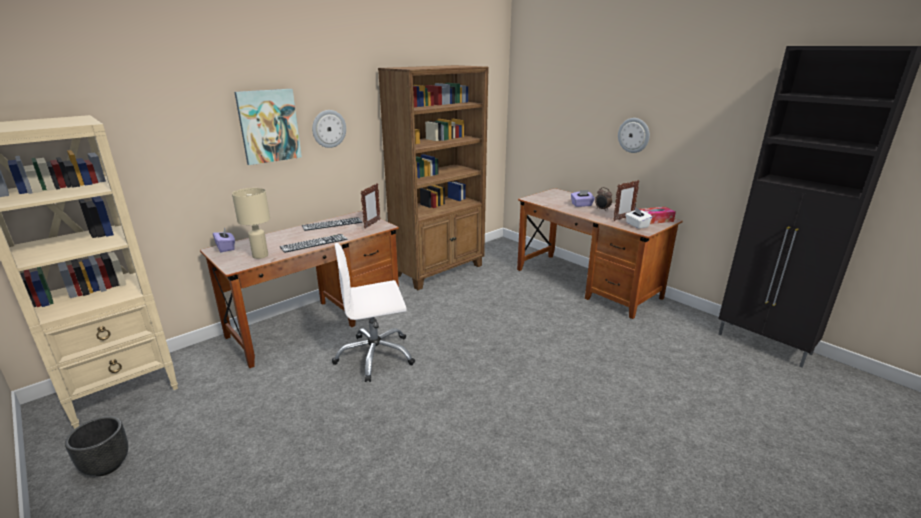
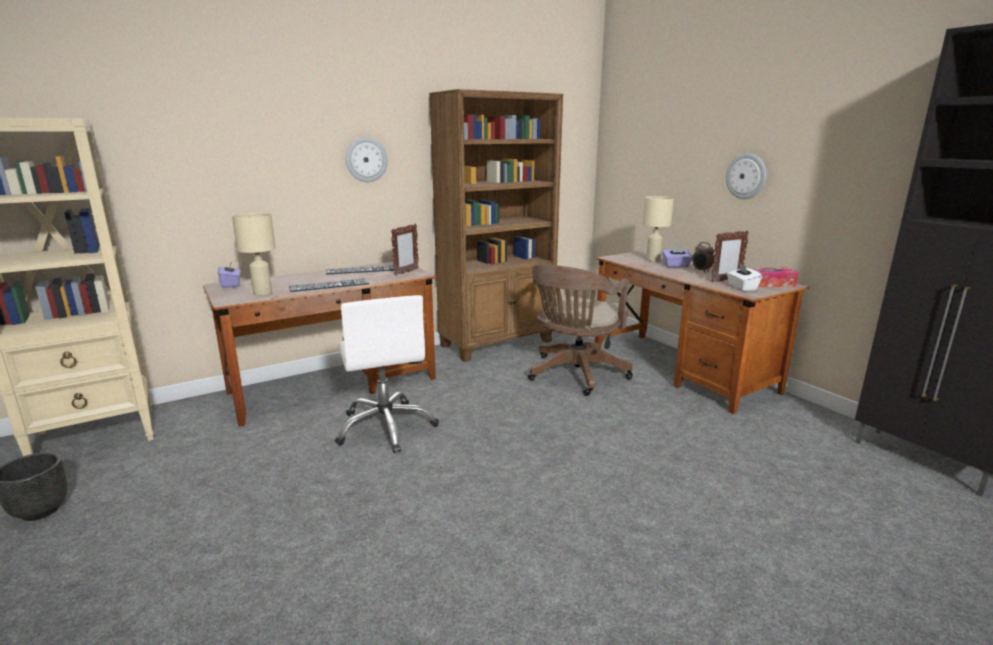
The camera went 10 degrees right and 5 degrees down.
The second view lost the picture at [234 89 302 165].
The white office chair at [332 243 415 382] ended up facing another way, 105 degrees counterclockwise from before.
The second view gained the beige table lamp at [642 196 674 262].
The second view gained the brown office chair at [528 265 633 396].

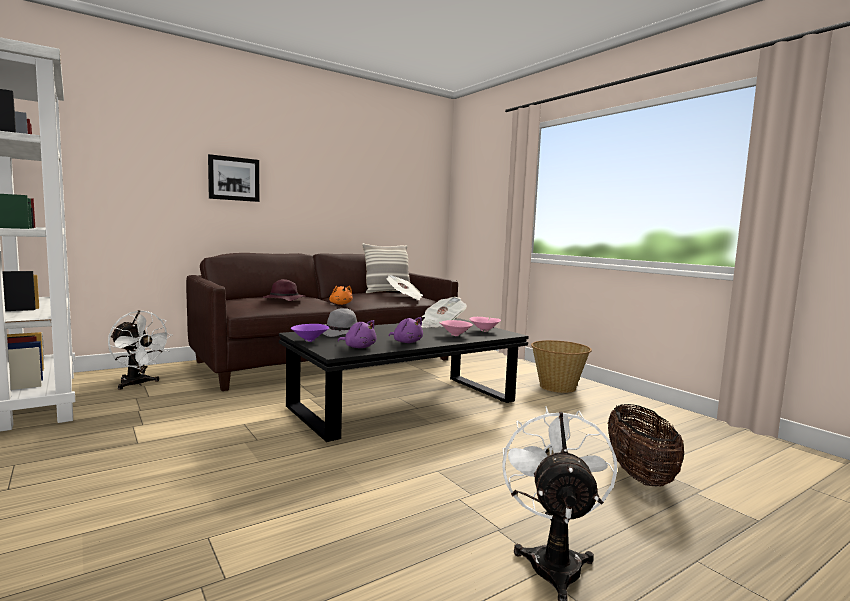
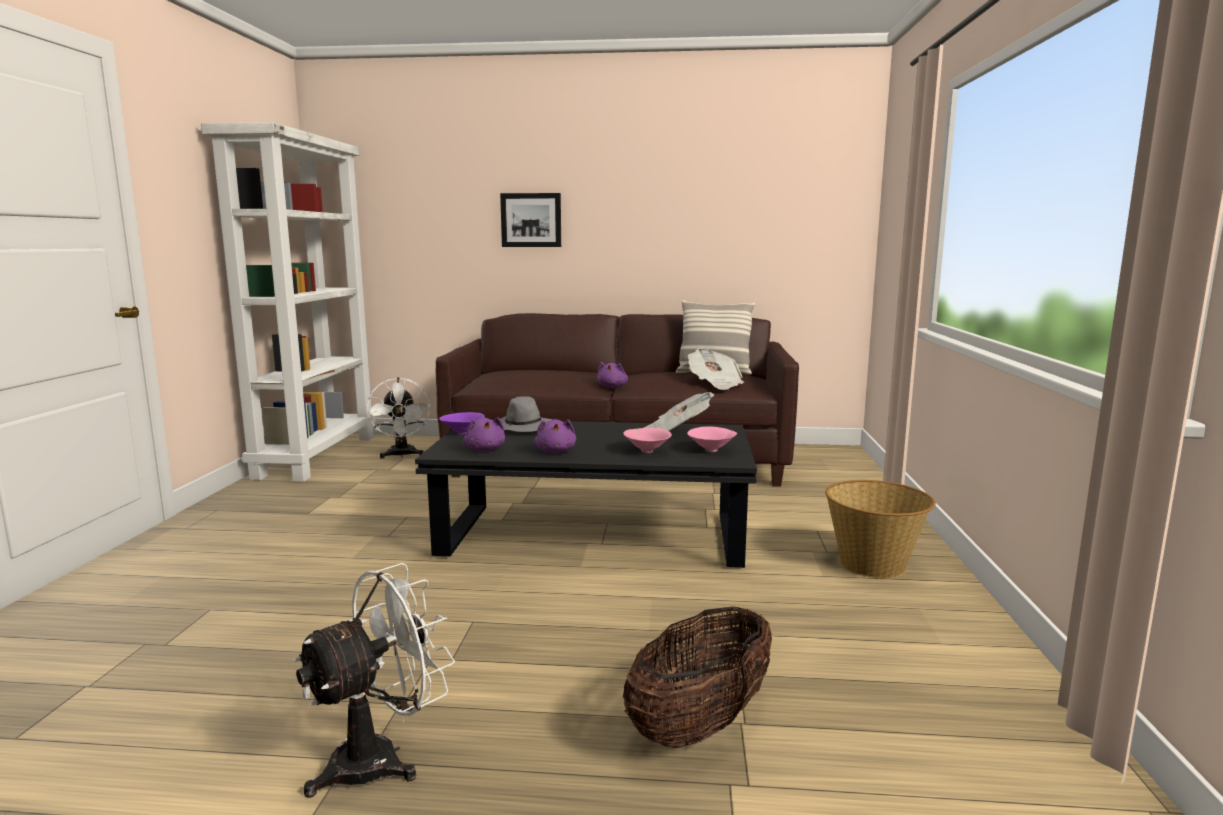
The camera went 40 degrees right and 5 degrees up.
The second view lost the purple hat at [262 279 306 301].
What was the orange plush toy at [329 286 352 305] turned into the purple plush toy at [597 362 628 388].

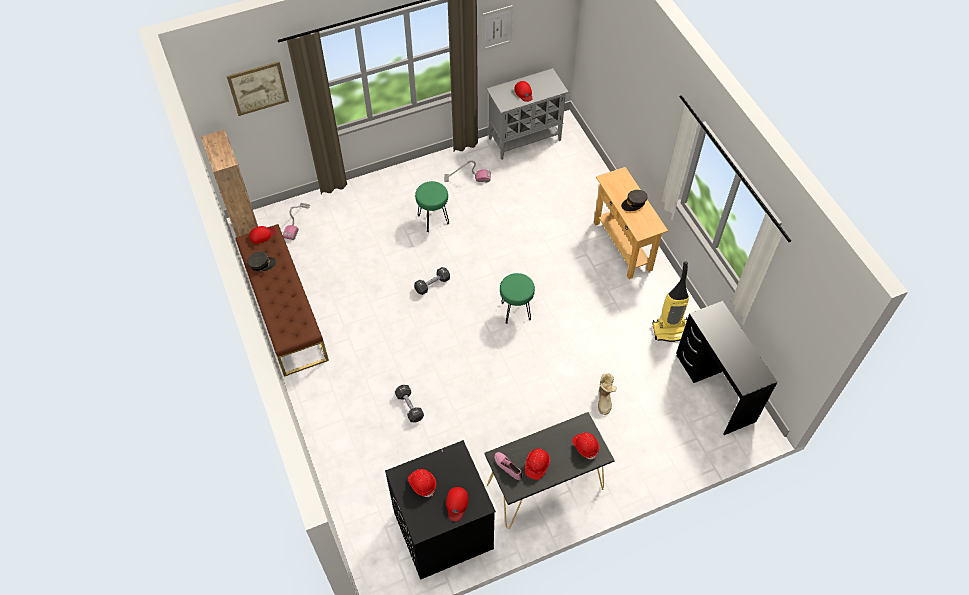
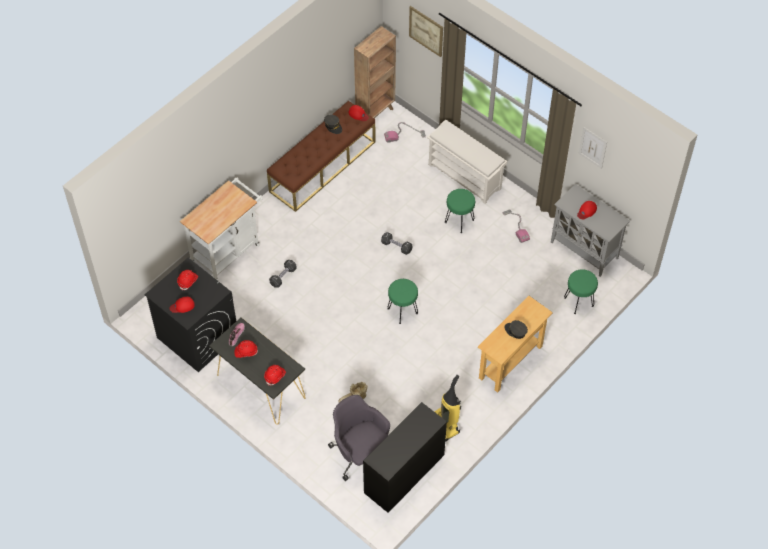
The camera went 65 degrees right and 0 degrees up.
The second view gained the white shoe rack at [427 119 507 204].
The second view gained the white cart at [180 178 263 281].
The second view gained the green stool at [564 269 598 314].
The second view gained the grey office chair at [328 395 390 481].

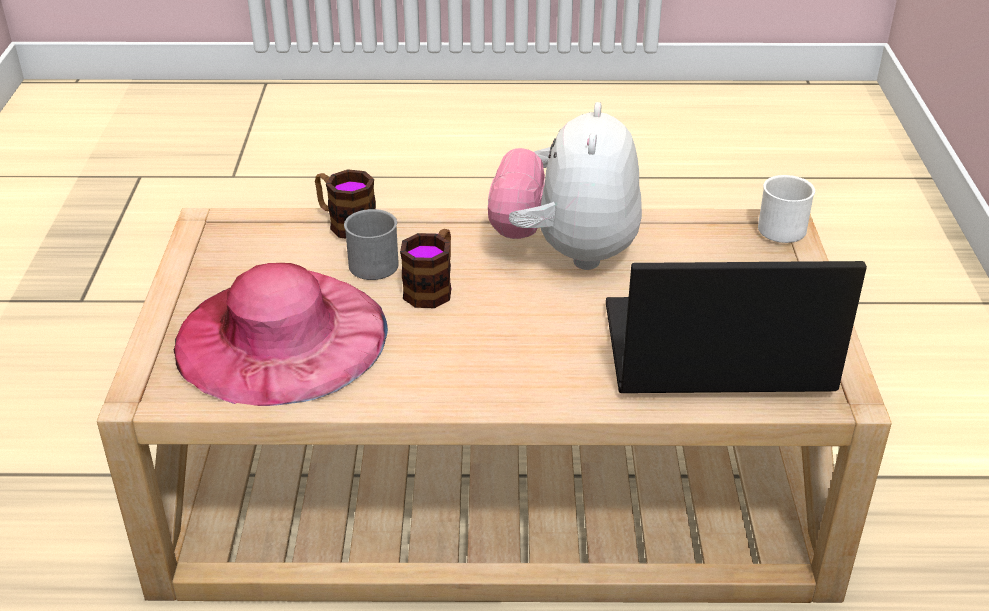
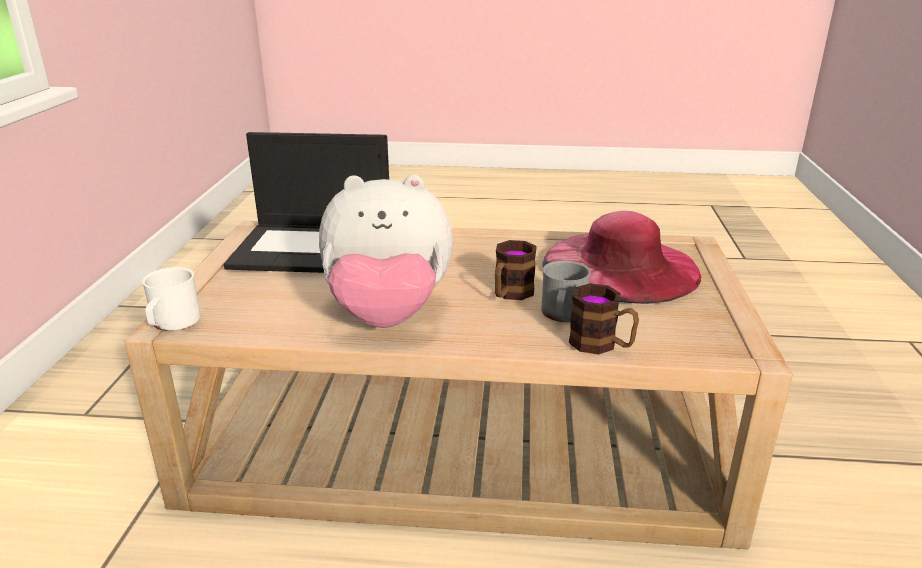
The camera went 175 degrees left and 10 degrees down.
The plush toy at [488 102 642 270] ended up facing another way, 75 degrees clockwise from before.

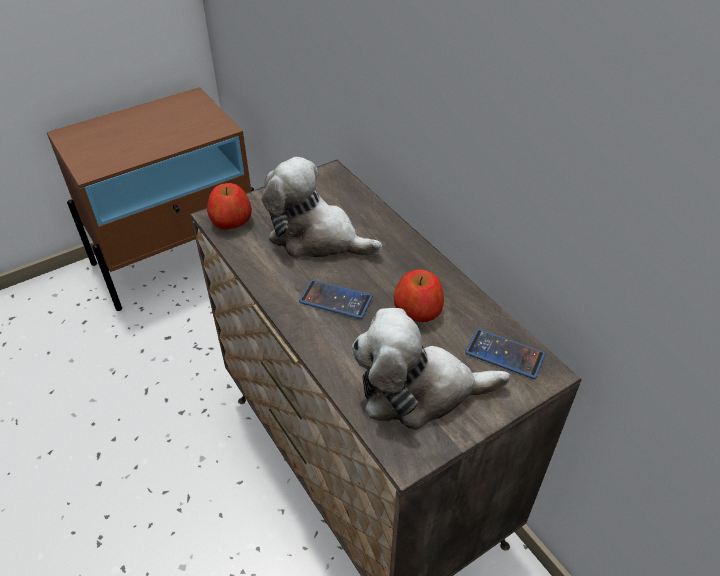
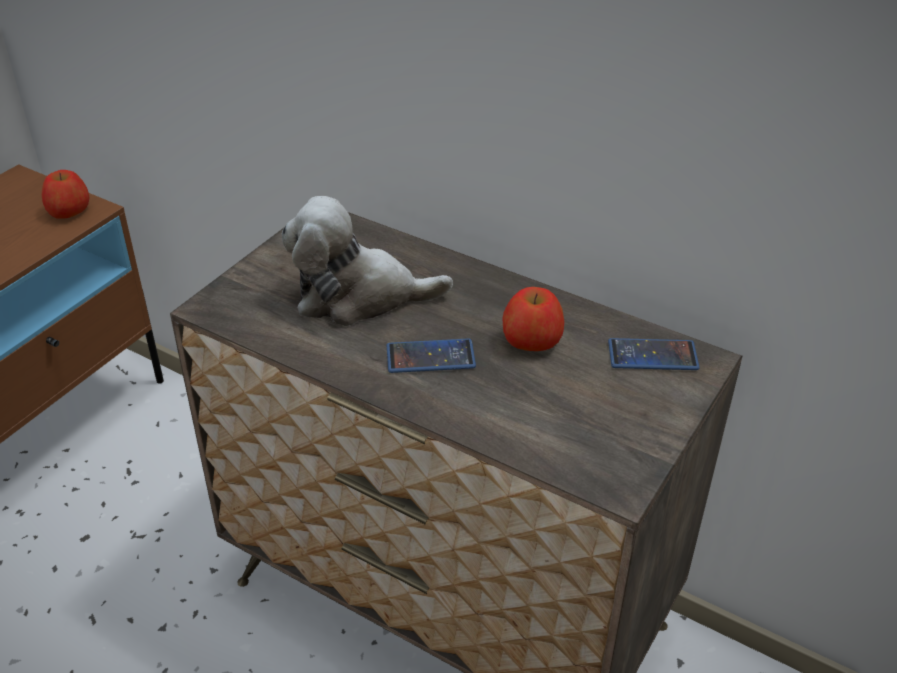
The camera went 25 degrees left and 5 degrees down.
The apple ended up elsewhere, having gone from [207 183 252 230] to [42 170 90 219].
The second view lost the plush toy at [352 308 510 430].

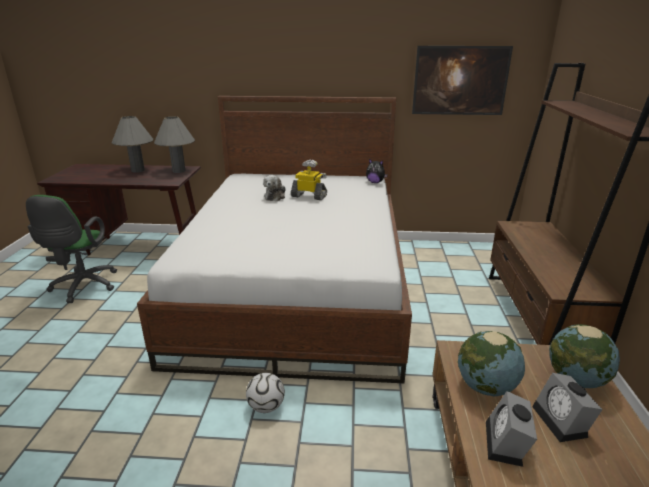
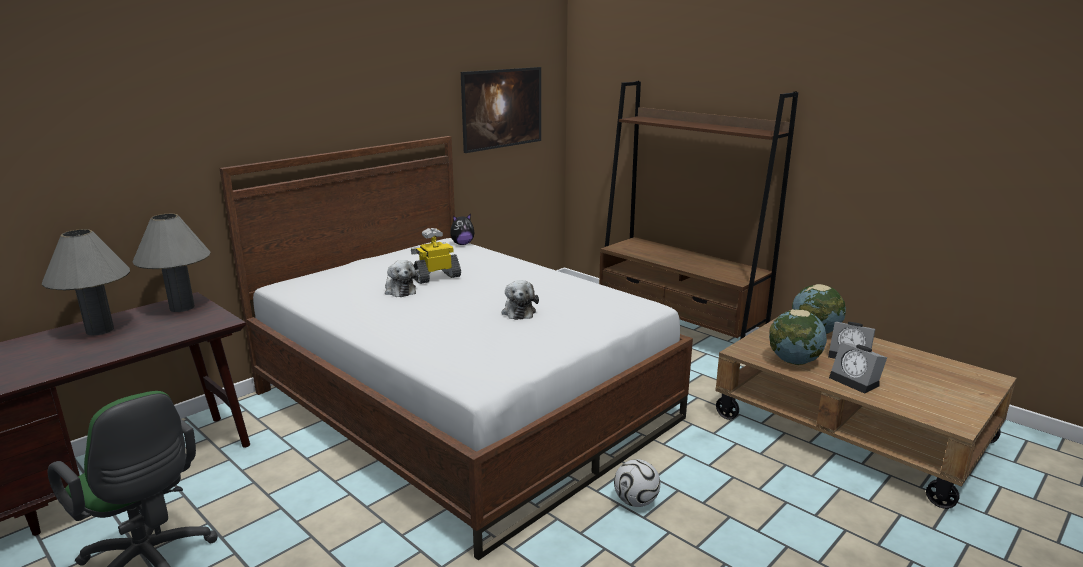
The camera went 50 degrees left and 5 degrees down.
The second view gained the plush toy at [502 280 539 320].

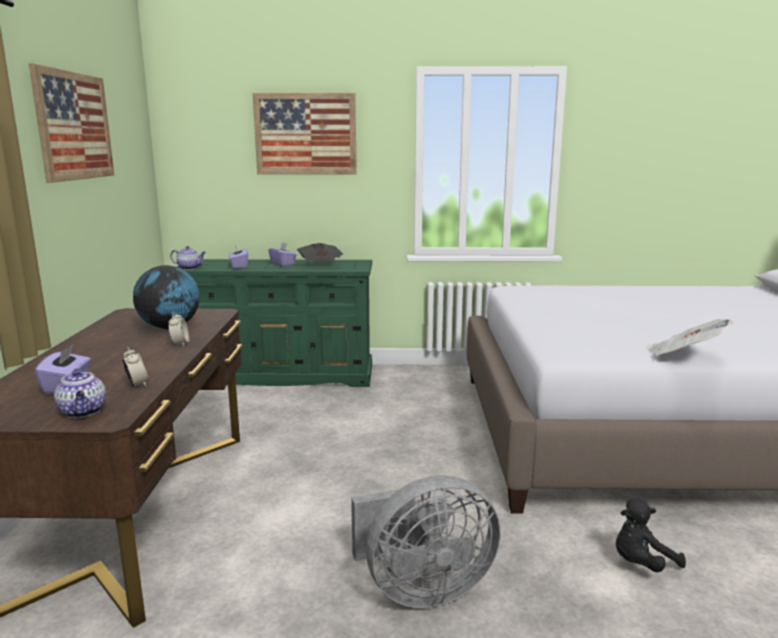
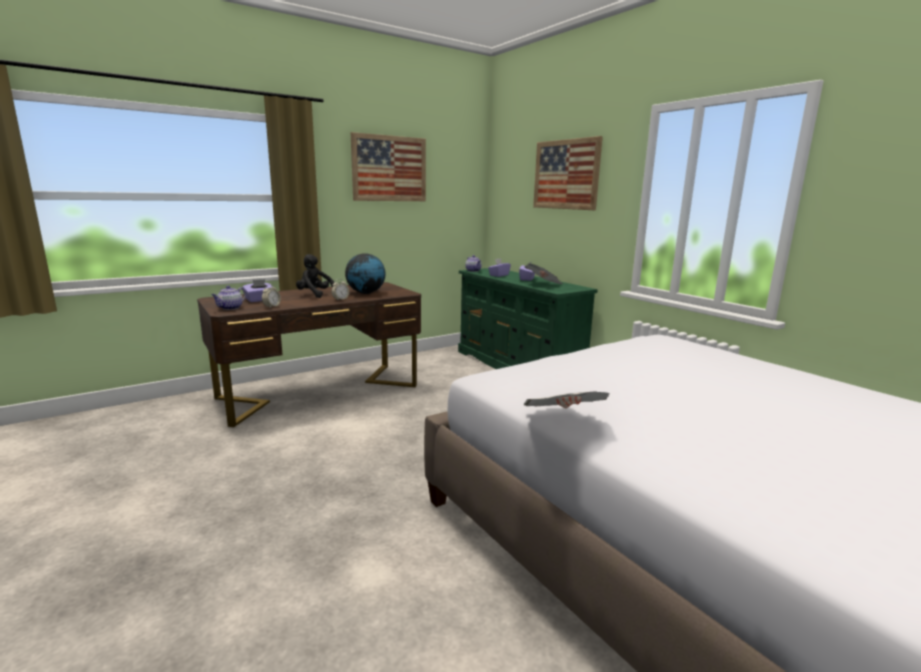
The camera went 55 degrees right and 0 degrees up.
The second view lost the grey fan at [351 475 501 608].
The black plush toy ended up elsewhere, having gone from [616 498 686 572] to [296 254 334 298].

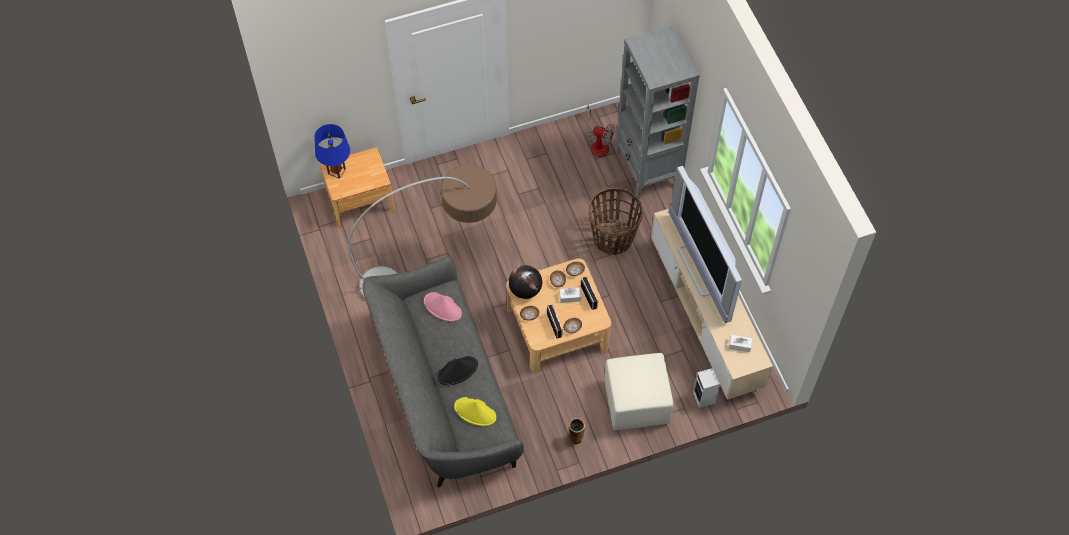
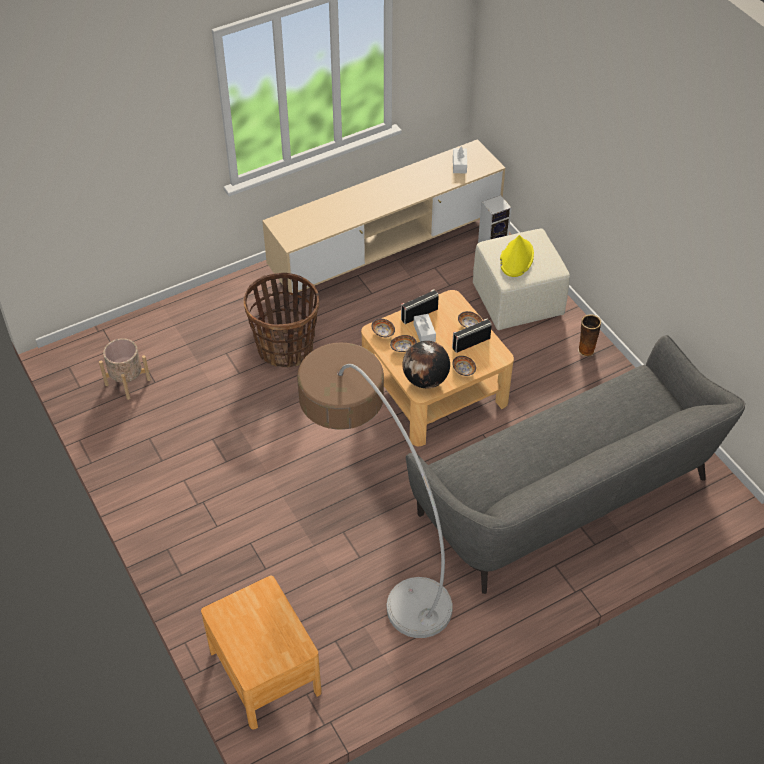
The camera went 100 degrees left and 10 degrees down.
The second view lost the grey bookcase at [616 25 700 198].
Where the fan stood at [585 104 615 157], the beige planter came to stand at [99 338 151 400].
The second view lost the blue table lamp at [314 124 350 179].
The second view lost the television at [669 166 742 323].
The second view lost the pink hat at [424 292 462 322].
The second view lost the black hat at [437 356 478 385].
The yellow hat ended up elsewhere, having gone from [454 397 496 426] to [500 235 534 277].

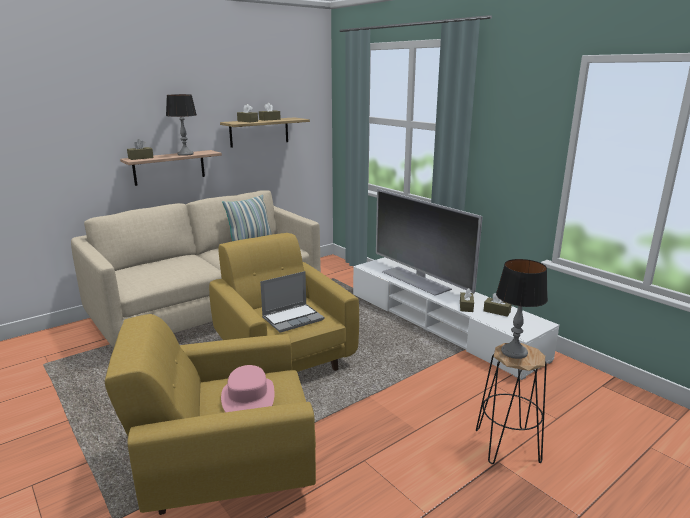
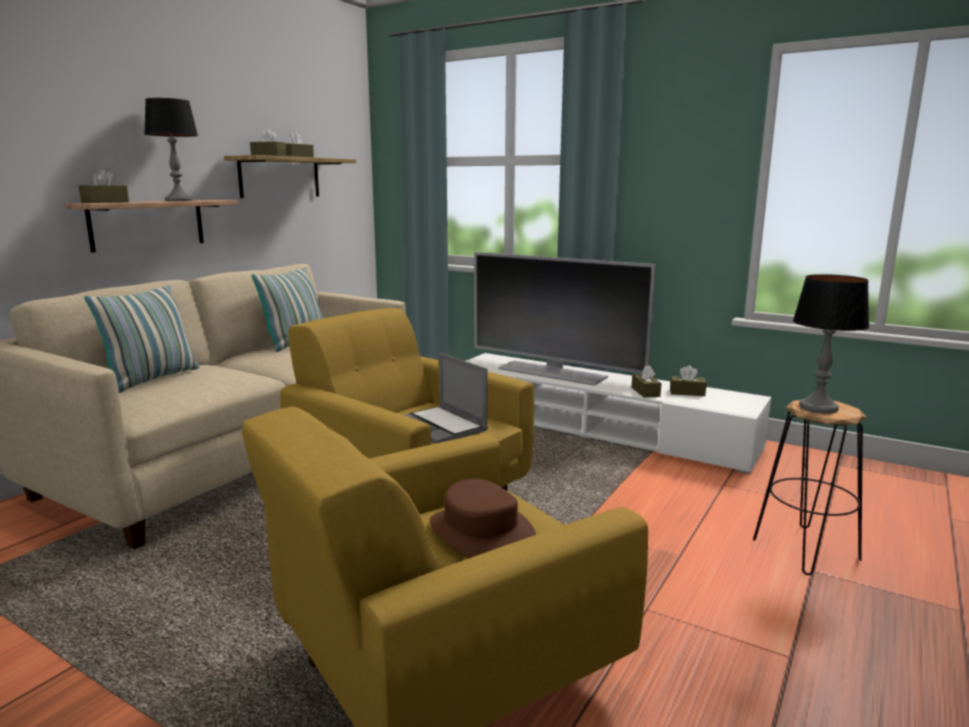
The camera went 20 degrees left and 5 degrees down.
The laptop at [260 271 324 333] ended up facing another way, 105 degrees clockwise from before.
What was the pink hat at [221 365 274 412] turned into the brown hat at [430 479 536 558].
The second view gained the pillow at [84 285 200 393].

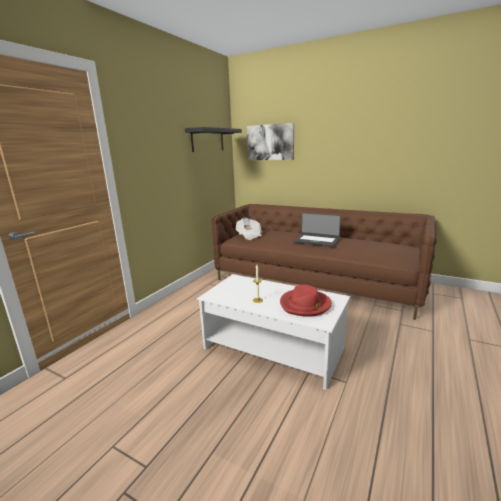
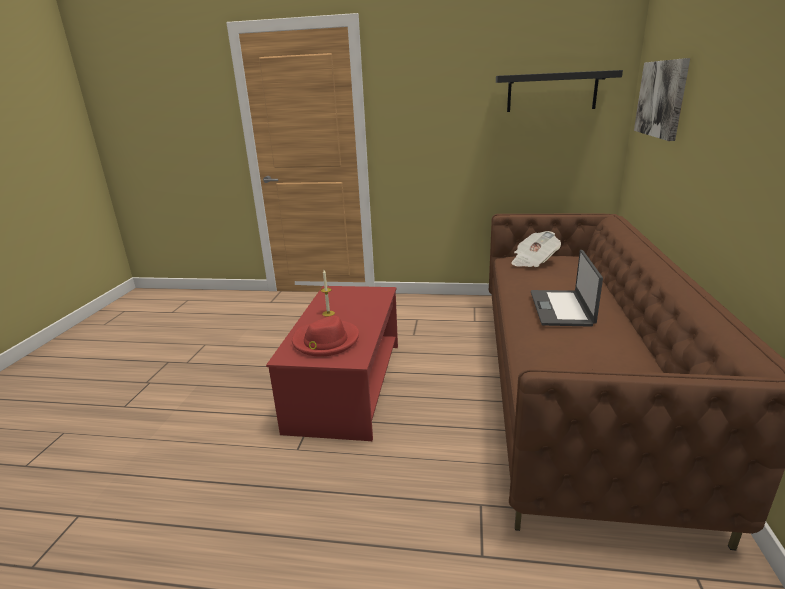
The camera went 70 degrees right and 5 degrees up.
What was the white coffee table at [197 274 350 390] turned into the red coffee table at [266 286 398 441].

